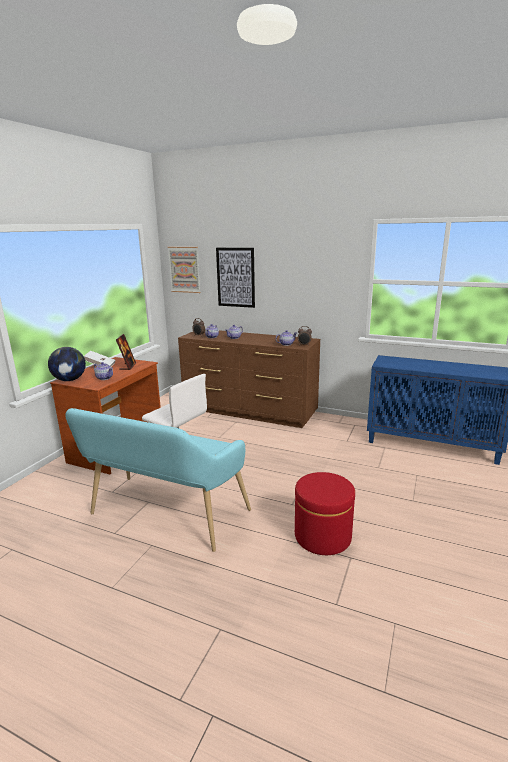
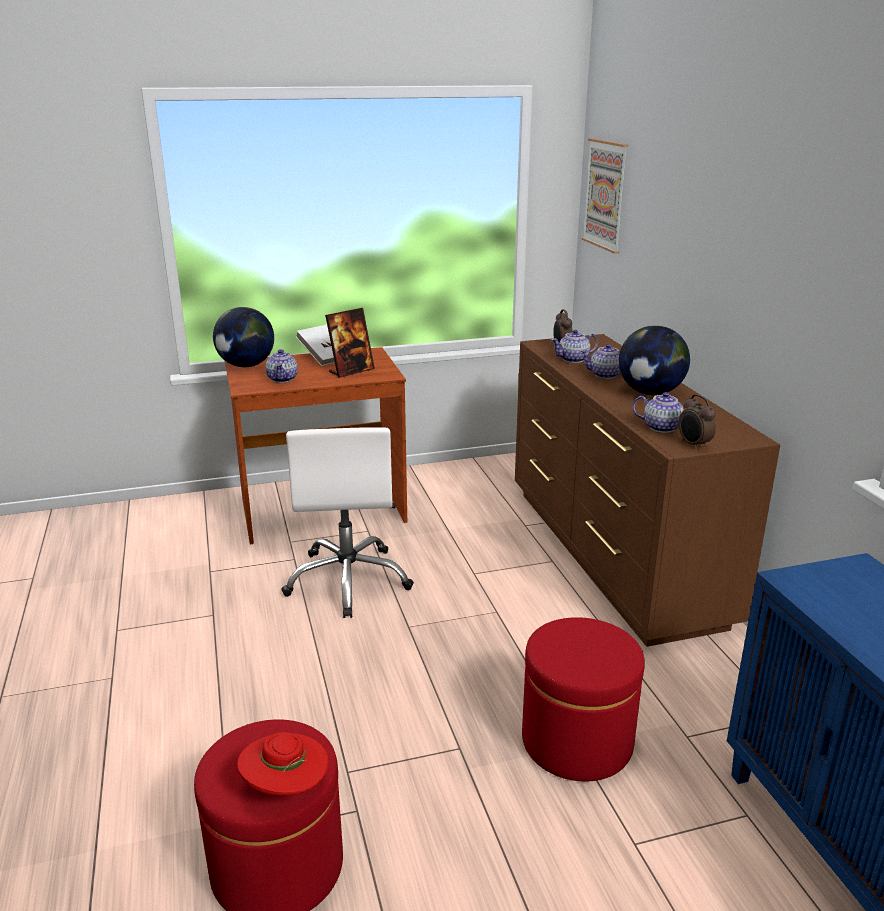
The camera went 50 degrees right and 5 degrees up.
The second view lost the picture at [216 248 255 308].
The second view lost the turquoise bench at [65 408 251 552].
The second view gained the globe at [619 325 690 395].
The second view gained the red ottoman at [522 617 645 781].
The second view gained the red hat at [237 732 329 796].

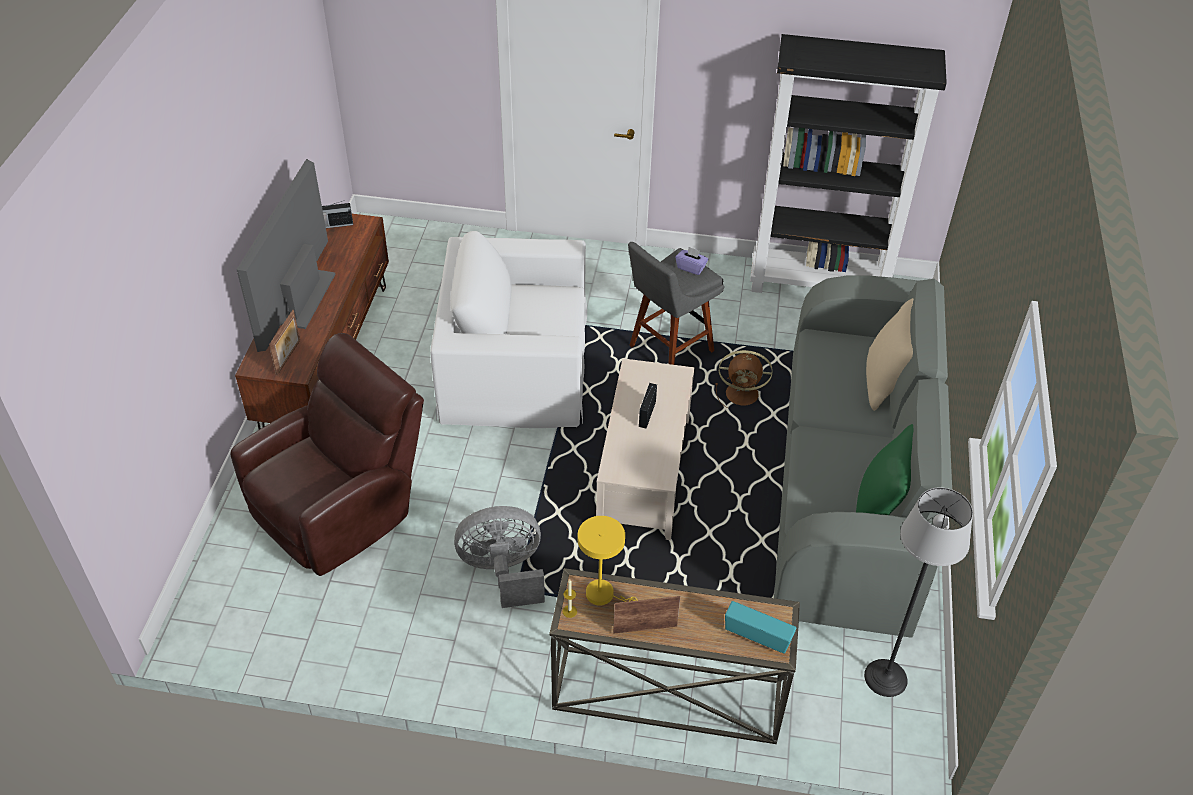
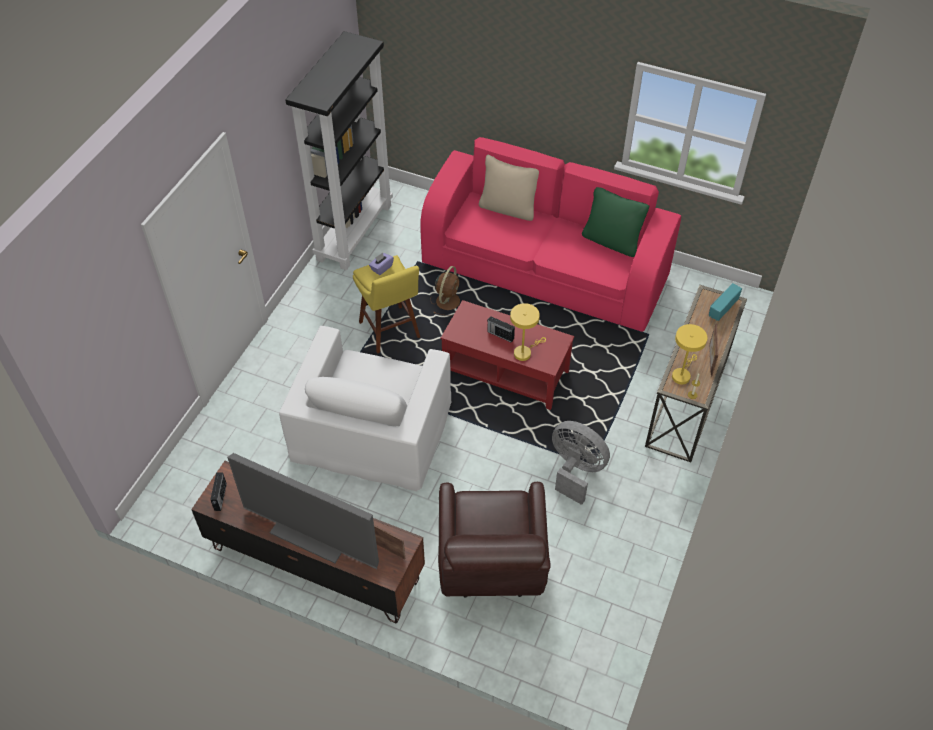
The camera went 75 degrees left and 5 degrees up.
What was the grey stool at [628 242 724 365] turned into the yellow stool at [353 255 420 354].
What was the grey sofa at [774 276 952 638] turned into the pink sofa at [420 137 681 332].
The brown armchair at [230 333 424 576] ended up facing another way, 150 degrees counterclockwise from before.
What was the beige coffee table at [596 358 694 540] turned into the red coffee table at [441 300 574 410].
The second view lost the floor lamp at [864 487 973 697].
The grey fan at [454 506 545 608] ended up facing another way, 120 degrees clockwise from before.
The second view gained the yellow table lamp at [510 303 546 361].

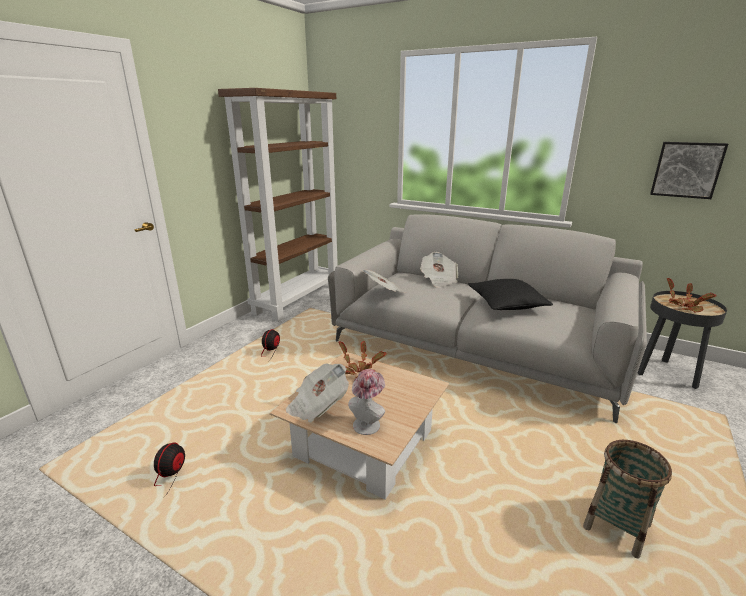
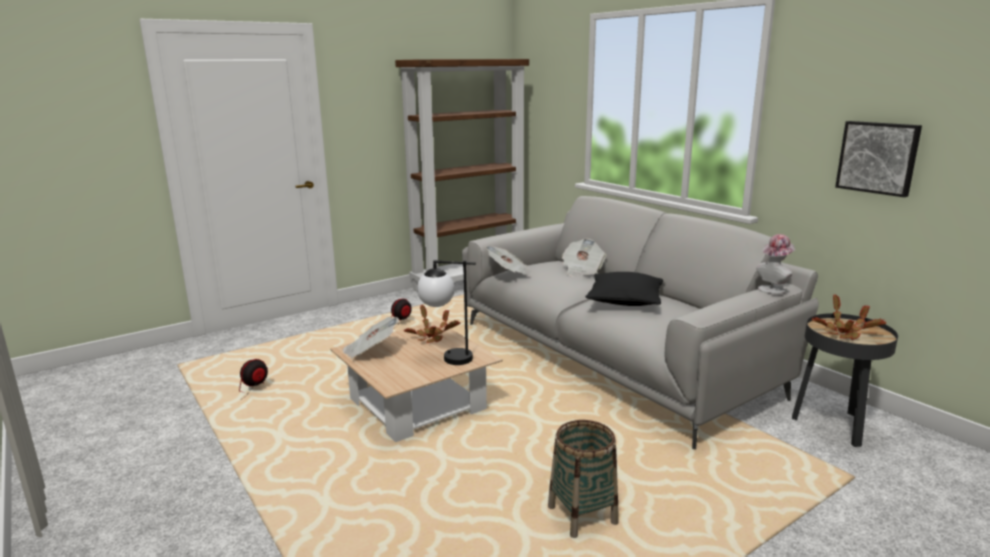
The camera went 25 degrees right and 5 degrees down.
The hat ended up elsewhere, having gone from [348 369 385 435] to [756 234 795 294].
The second view gained the table lamp at [417 260 476 365].

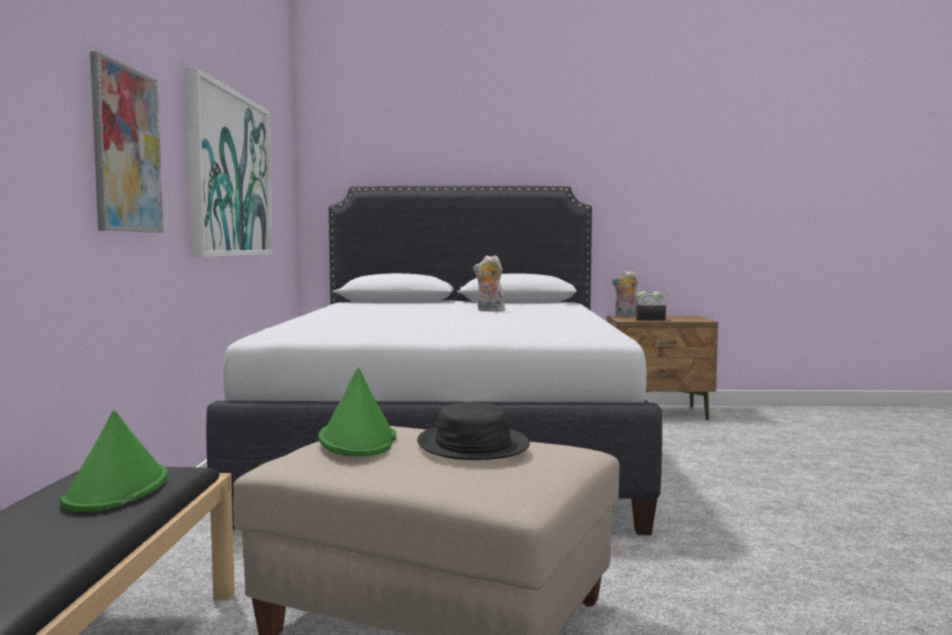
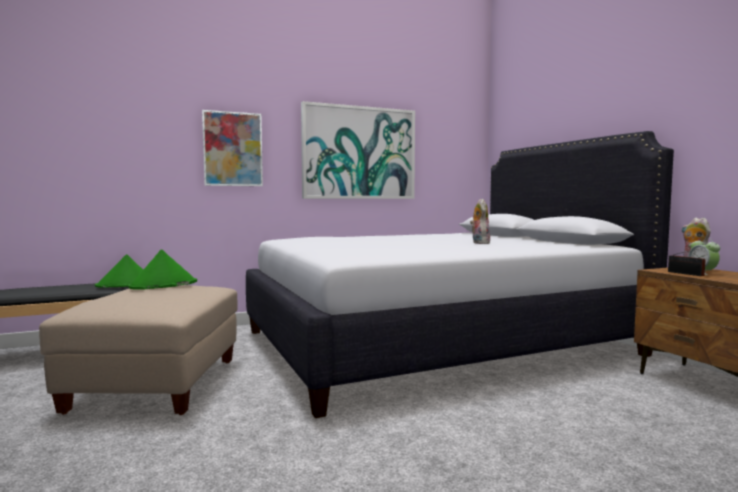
The camera went 65 degrees right and 0 degrees up.
The second view lost the black hat at [417 402 530 460].

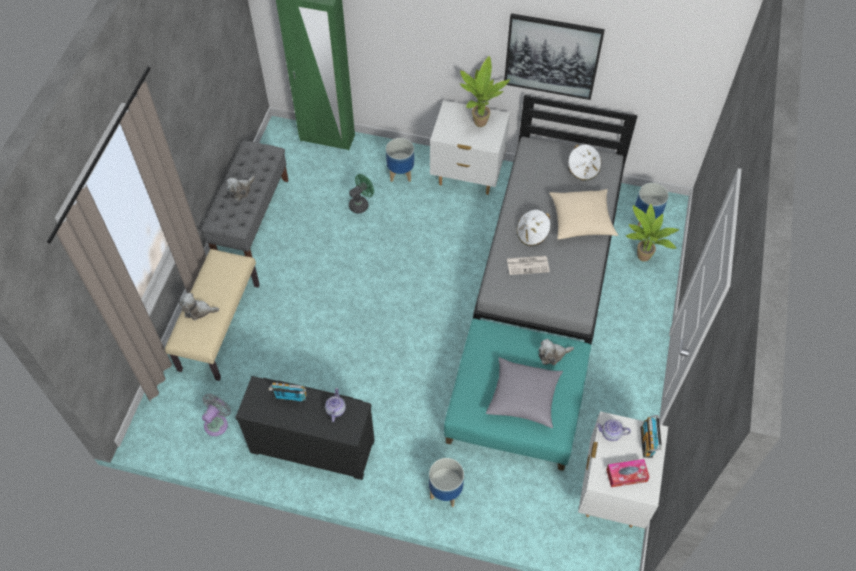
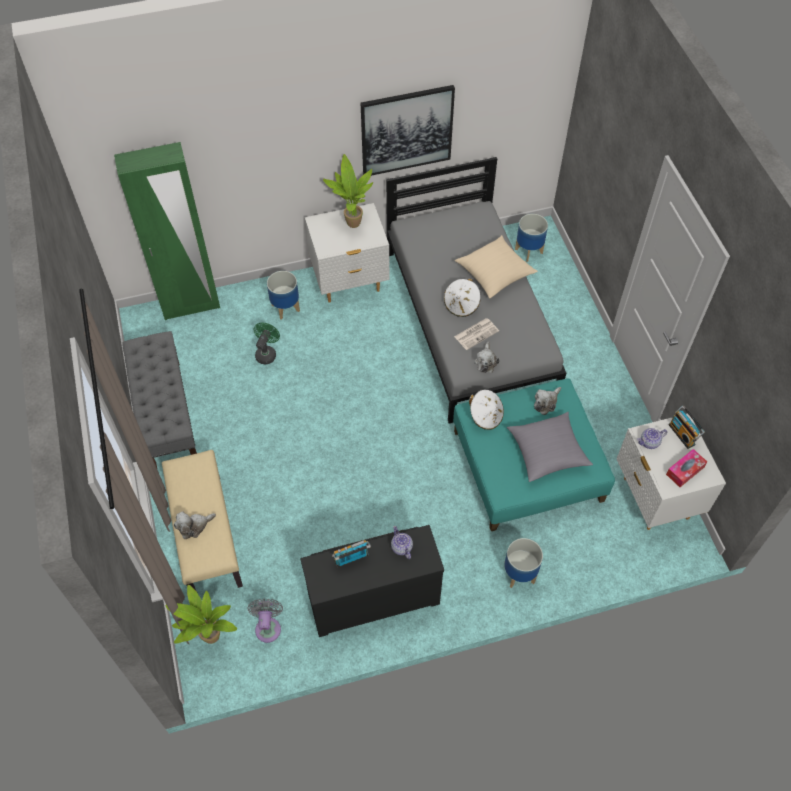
The camera went 30 degrees left and 0 degrees up.
The white hat ended up elsewhere, having gone from [568 144 601 181] to [469 390 504 430].
The plush toy ended up elsewhere, having gone from [226 176 255 201] to [474 341 500 373].
The potted plant ended up elsewhere, having gone from [626 204 679 262] to [165 585 237 644].

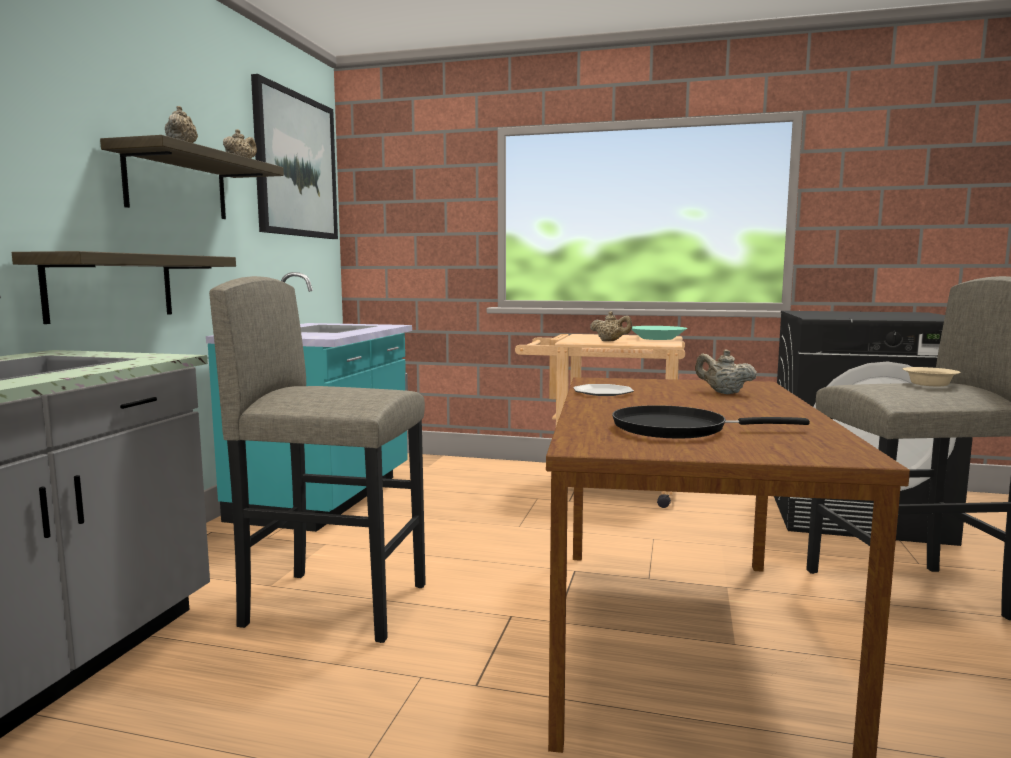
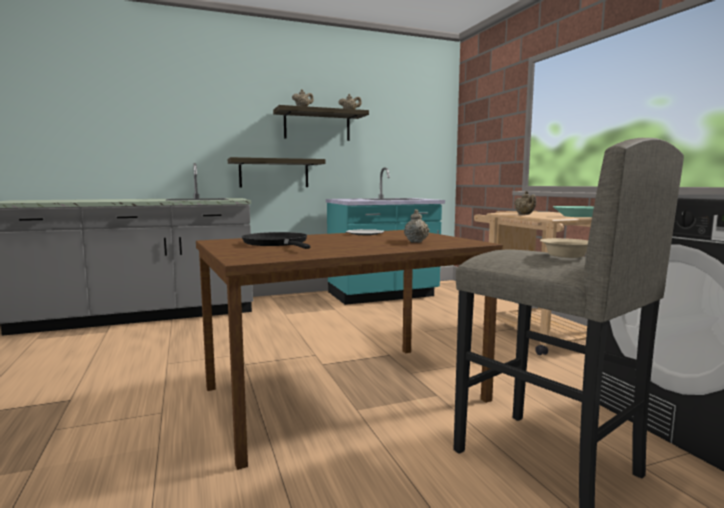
The camera went 55 degrees right and 0 degrees up.
The second view lost the picture at [251 74 338 239].
The second view lost the grey stool at [209 276 426 643].

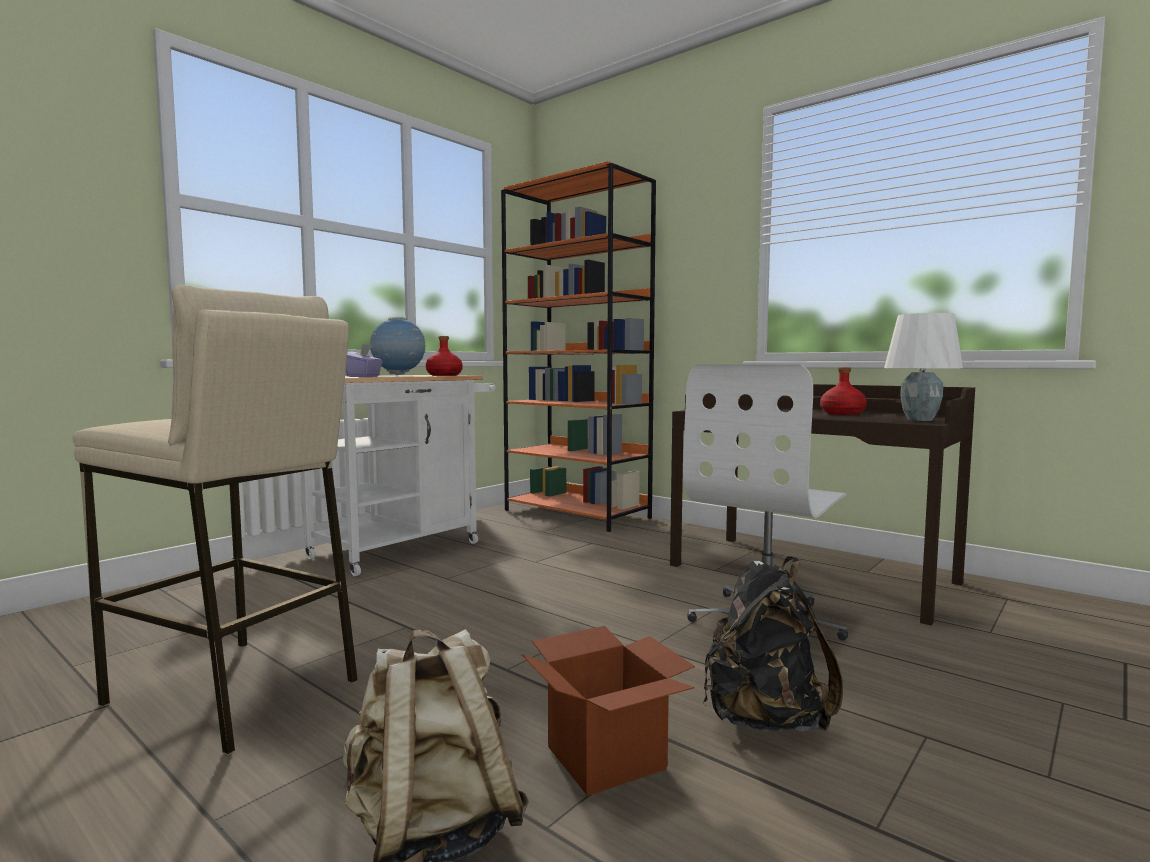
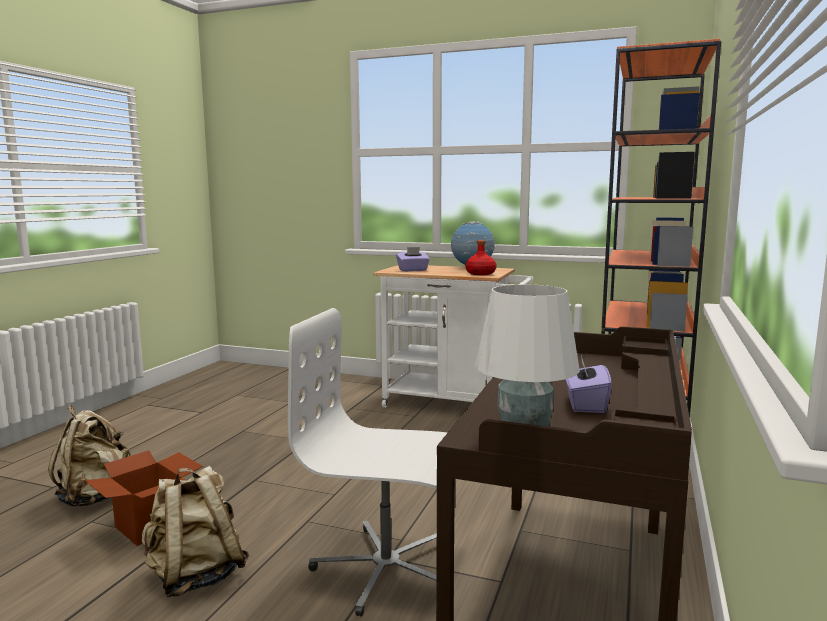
The camera went 70 degrees right and 5 degrees up.
The second view lost the beige stool at [73 285 358 755].
Where the red bottle stood at [820 367 867 415], the purple tissue box came to stand at [565 355 612 413].
What was the black backpack at [703 556 843 731] turned into the beige backpack at [142 466 249 597].

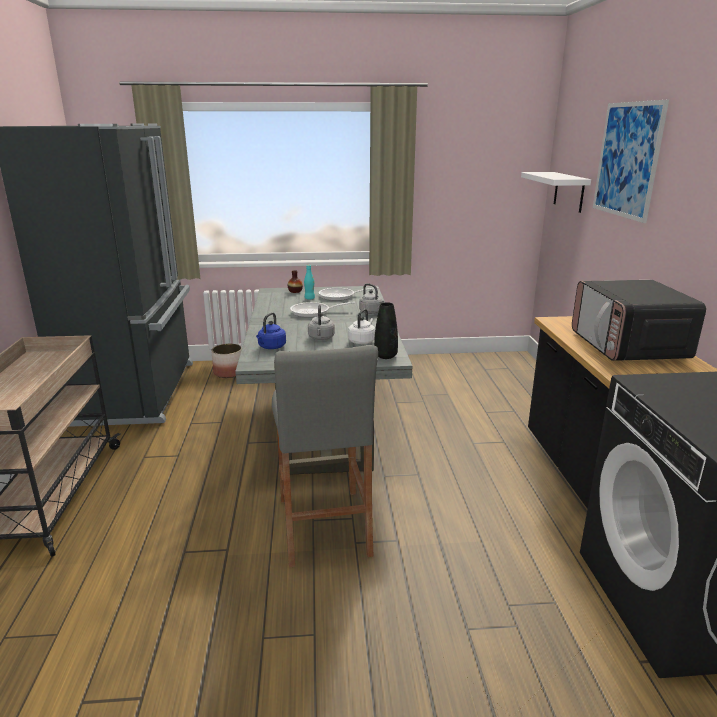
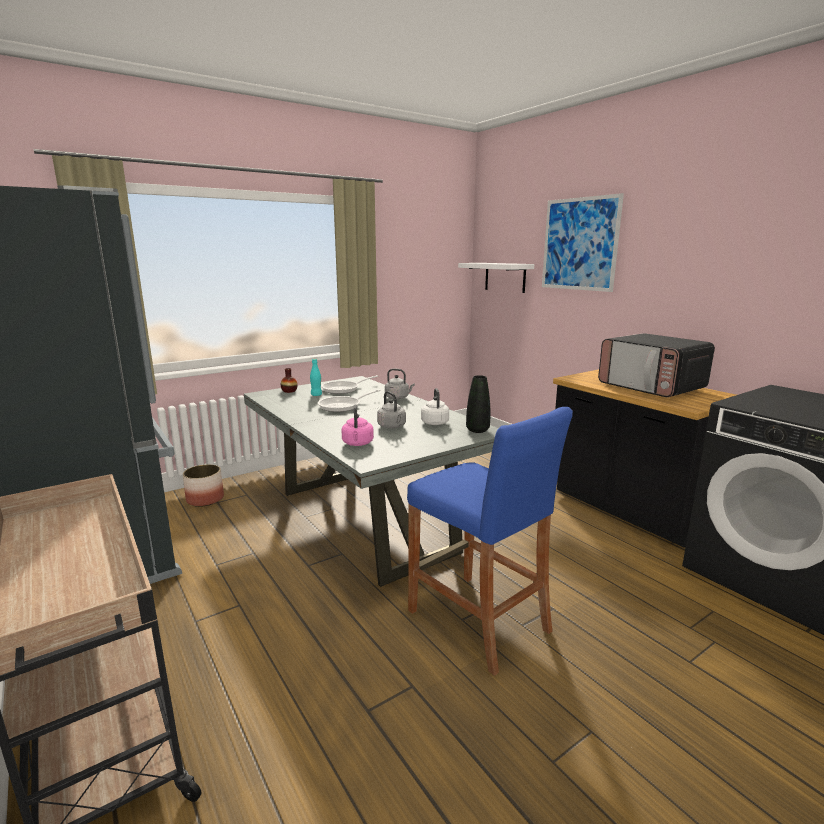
The camera went 30 degrees left and 5 degrees down.
What was the blue kettle at [256 312 286 349] turned into the pink kettle at [341 404 374 446].
What was the grey stool at [272 345 378 567] turned into the blue stool at [407 407 573 676].

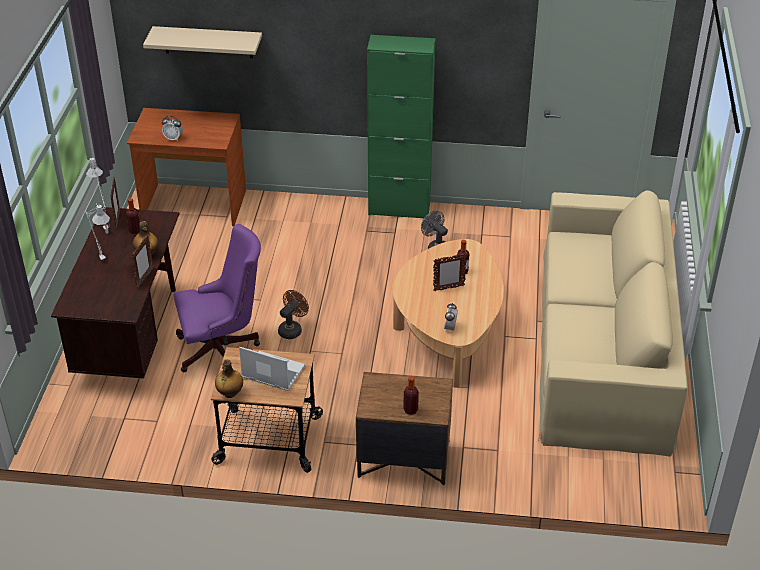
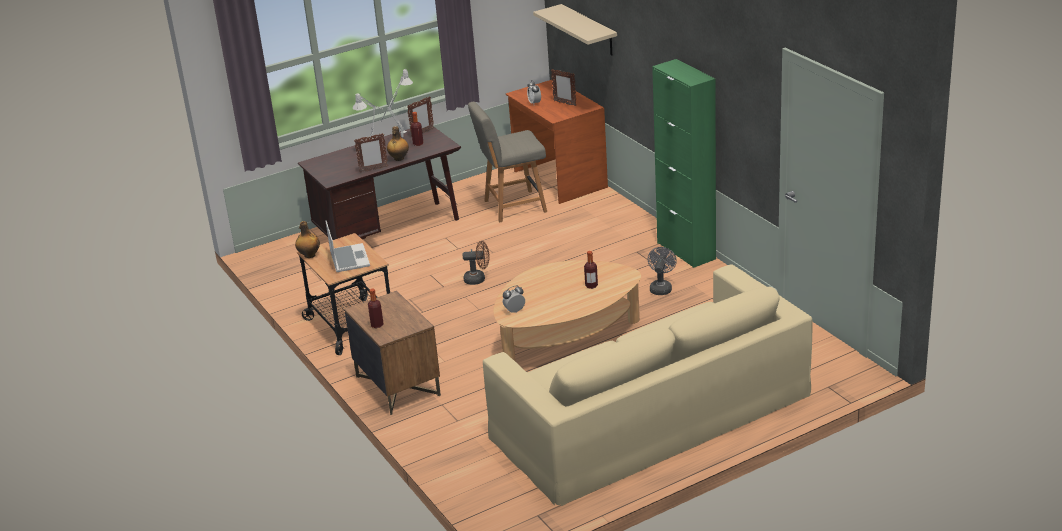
The camera went 55 degrees right and 10 degrees down.
The second view lost the purple office chair at [174 224 261 372].
The picture frame ended up elsewhere, having gone from [433 253 467 291] to [551 69 576 106].
The second view gained the grey chair at [468 102 547 222].

